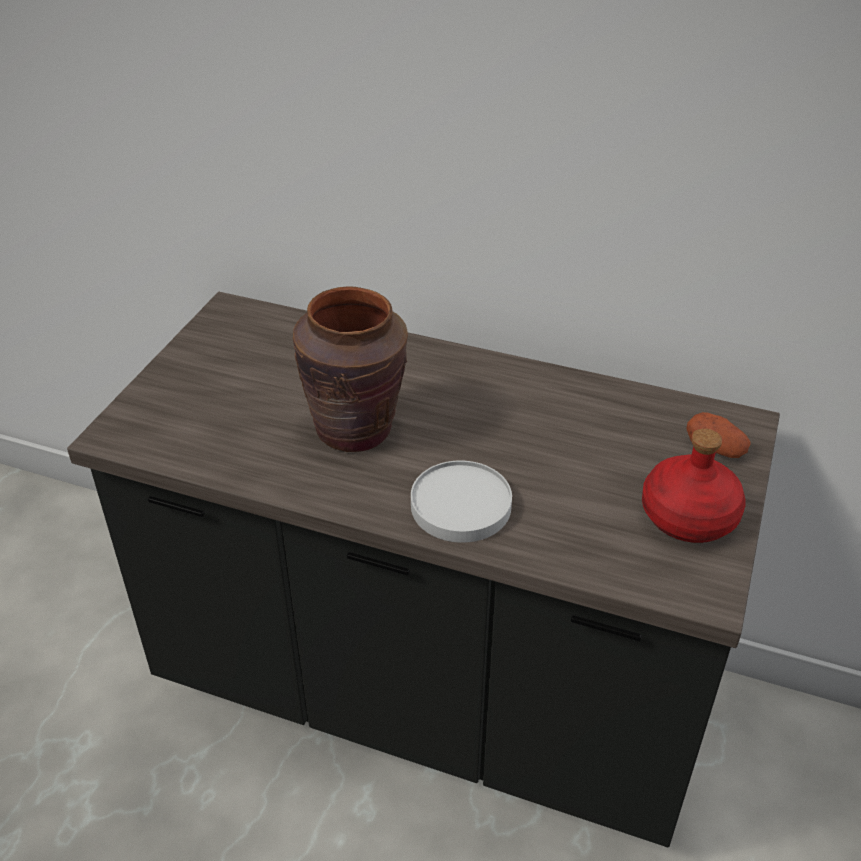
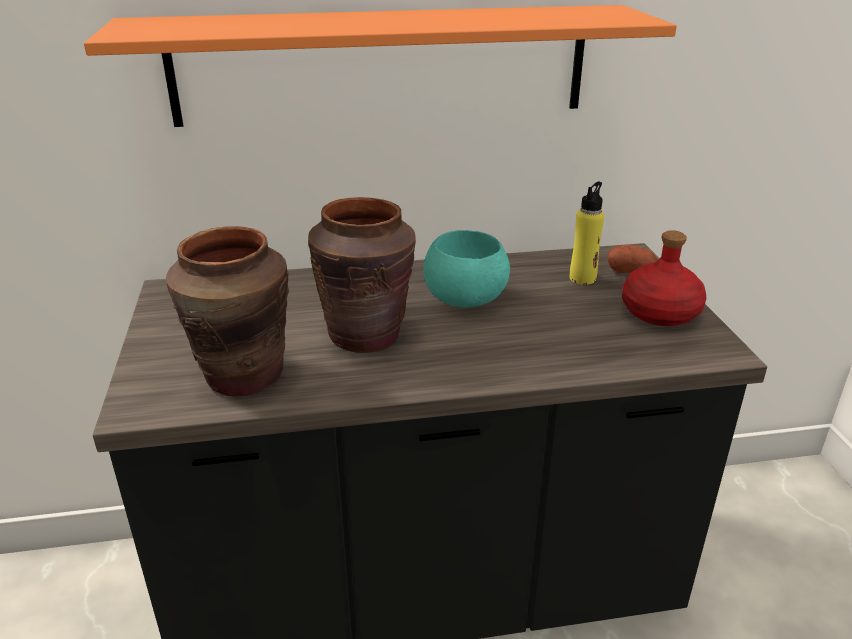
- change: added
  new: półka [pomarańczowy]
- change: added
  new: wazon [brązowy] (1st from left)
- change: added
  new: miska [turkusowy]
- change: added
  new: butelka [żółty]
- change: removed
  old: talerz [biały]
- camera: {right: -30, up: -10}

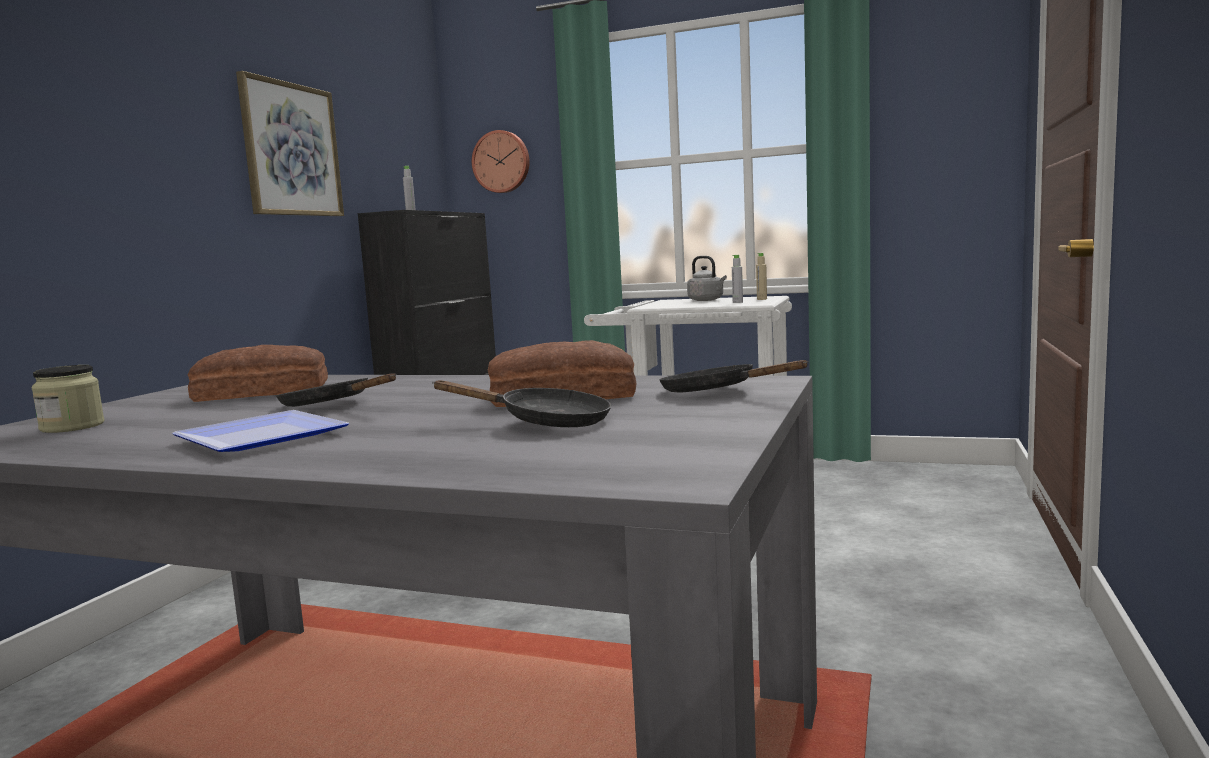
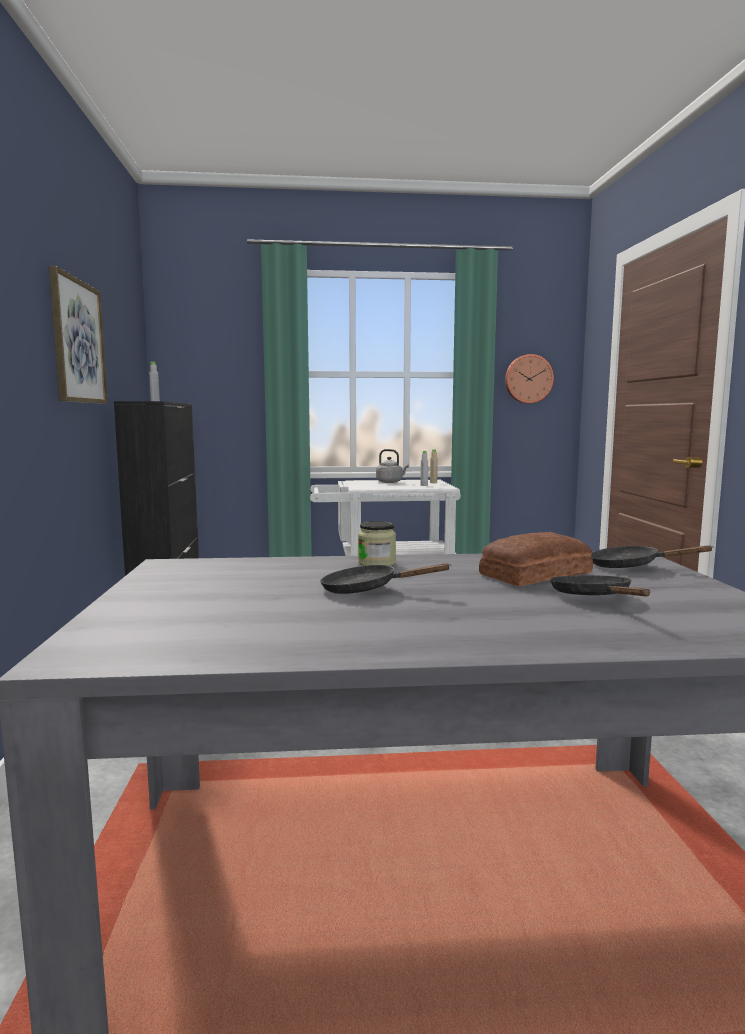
- change: moved
  old: słoik
- change: moved
  old: zegar ścienny
- change: turned
  old: patelnia [czarny] (2nd from left)
  degrees: -90
- change: removed
  old: talerz
- change: removed
  old: chleb (1st from left)
- camera: {right: -25, up: 0}

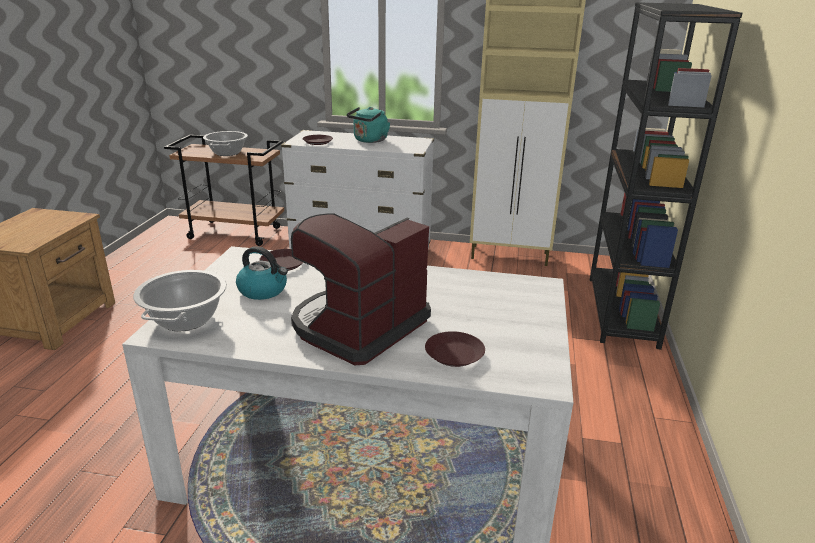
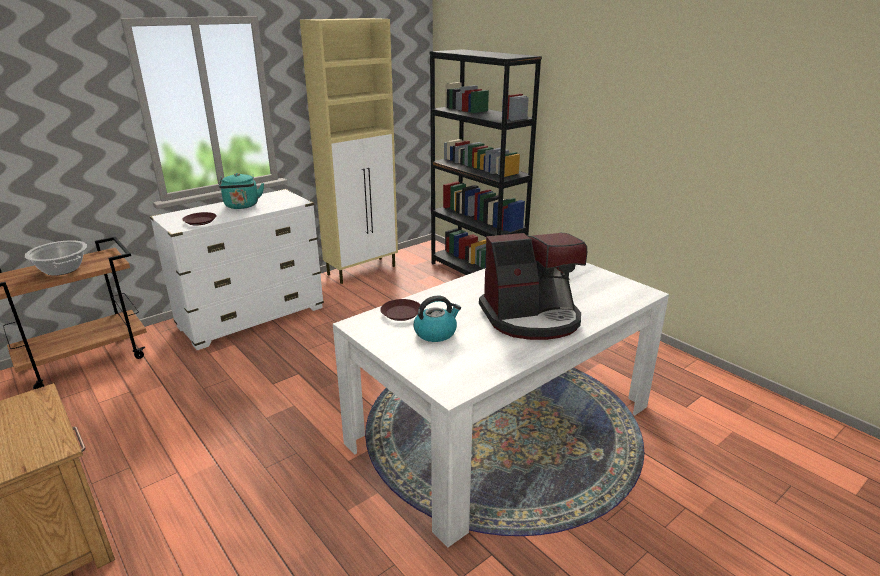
- change: turned
  old: ekspres do kawy
  degrees: -90
- change: removed
  old: garnek (1st from left)
- change: removed
  old: talerz [brązowy] (3rd from left)
- camera: {right: -50, up: 0}

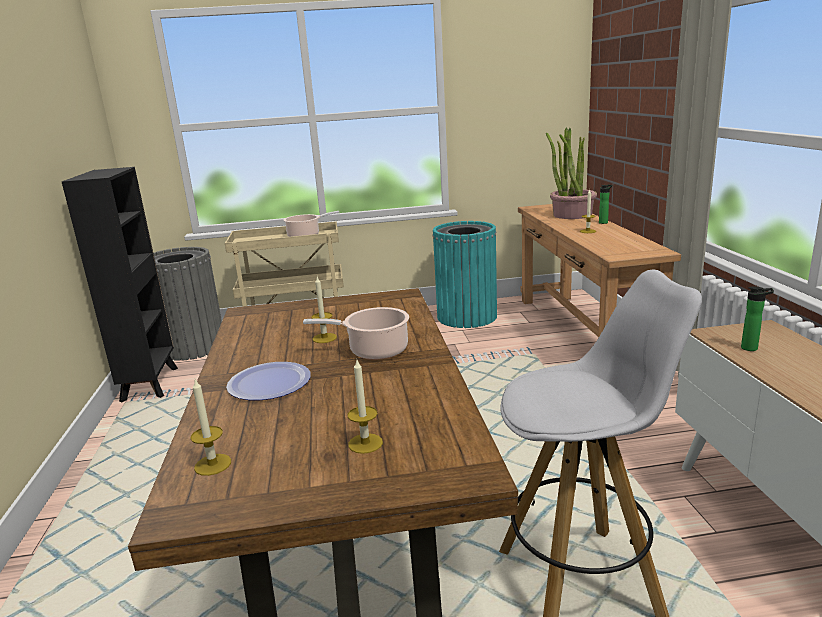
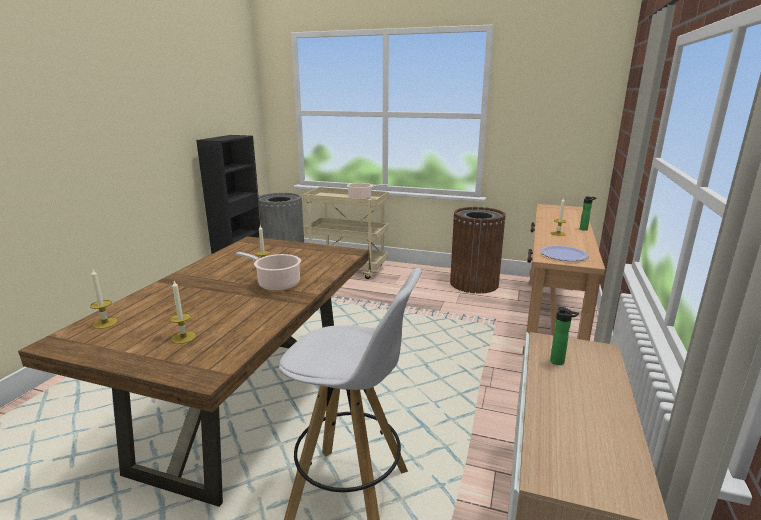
- change: recoloured
  old: kosz na śmieci [turkusowy]
  new: kosz na śmieci [brązowy]
- change: moved
  old: talerz
- change: removed
  old: roślina doniczkowa
- camera: {right: 25, up: 0}

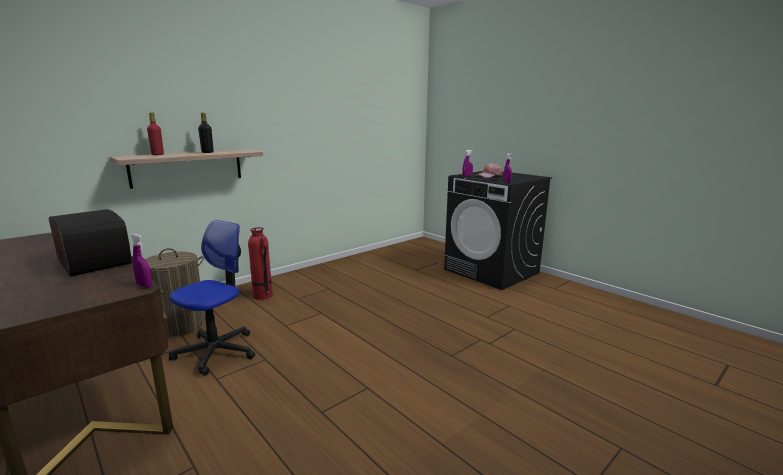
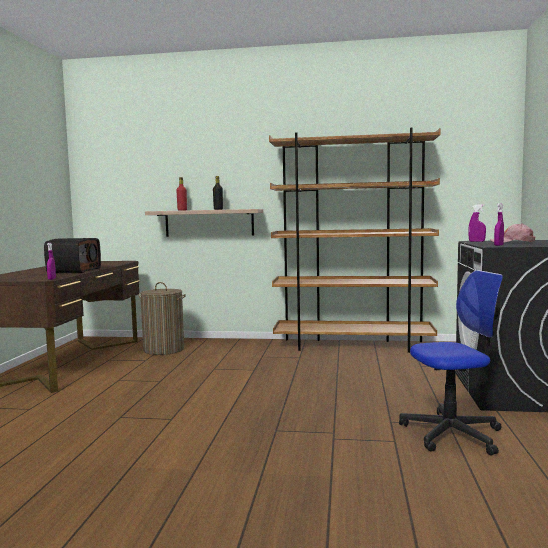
- change: added
  new: regał [brązowy]
- change: moved
  old: krzesło biurowe
- change: removed
  old: gaśnica
- camera: {right: 50, up: -10}

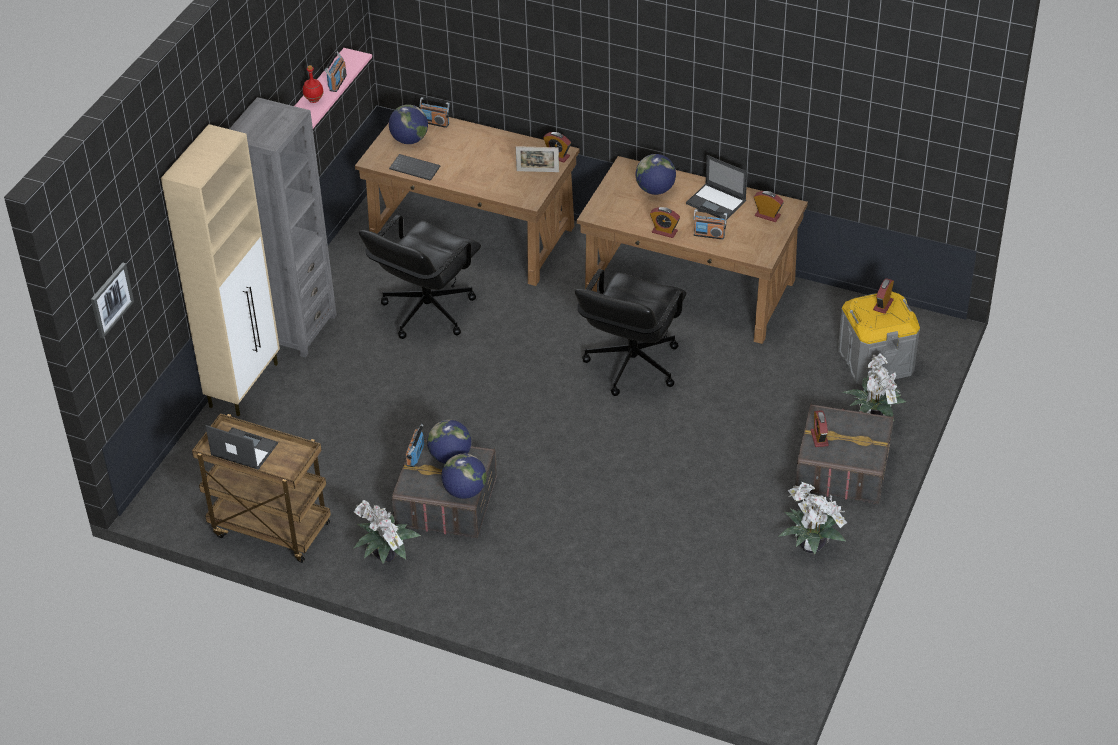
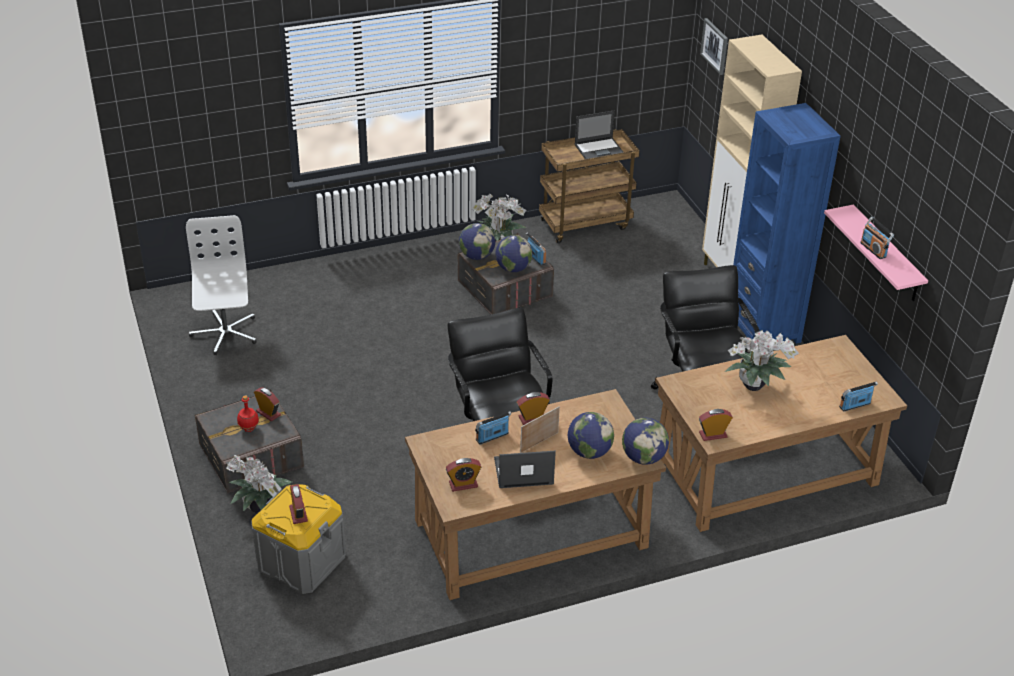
- change: added
  new: krzesło biurowe [biały]
- change: moved
  old: butelka [czerwony]
- change: moved
  old: ramka na zdjęcie
- change: moved
  old: globus (1st from left in the first image)
  new: globus (4th from left)
- change: moved
  old: roślina doniczkowa (2nd from left in the first image)
  new: roślina doniczkowa (3rd from left)
- change: recoloured
  old: regał [szary]
  new: regał [niebieski]
- change: removed
  old: klawiatura
- camera: {right: 135, up: -5}

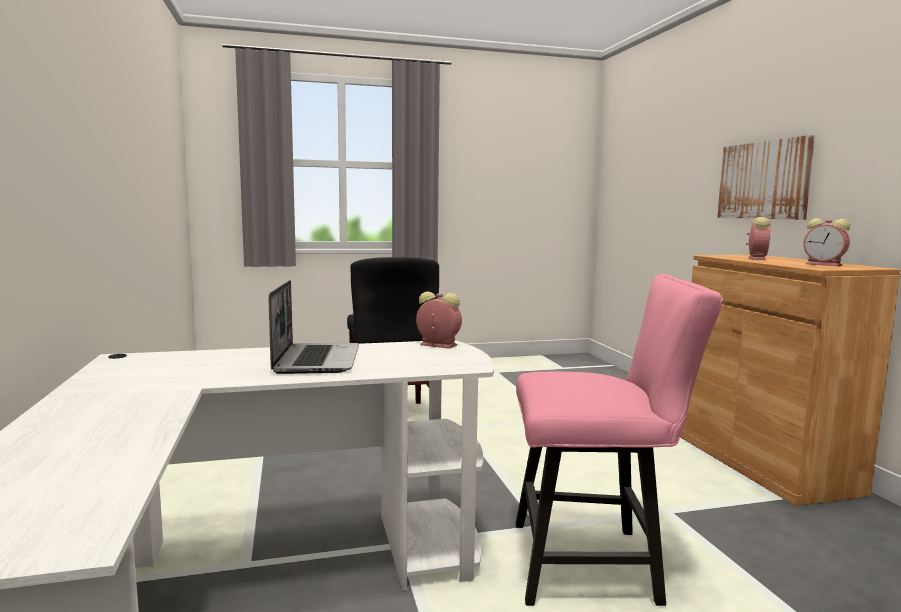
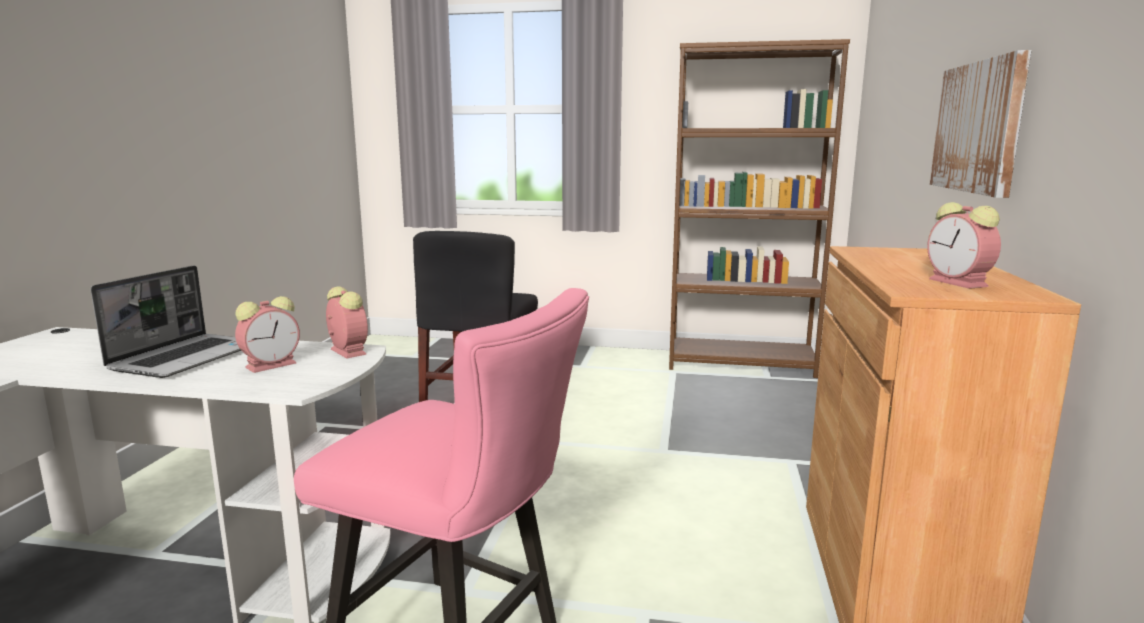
- change: moved
  old: budzik (2nd from left in the first image)
  new: budzik (1st from left)
- change: added
  new: regał [brązowy]
- camera: {right: 25, up: 5}

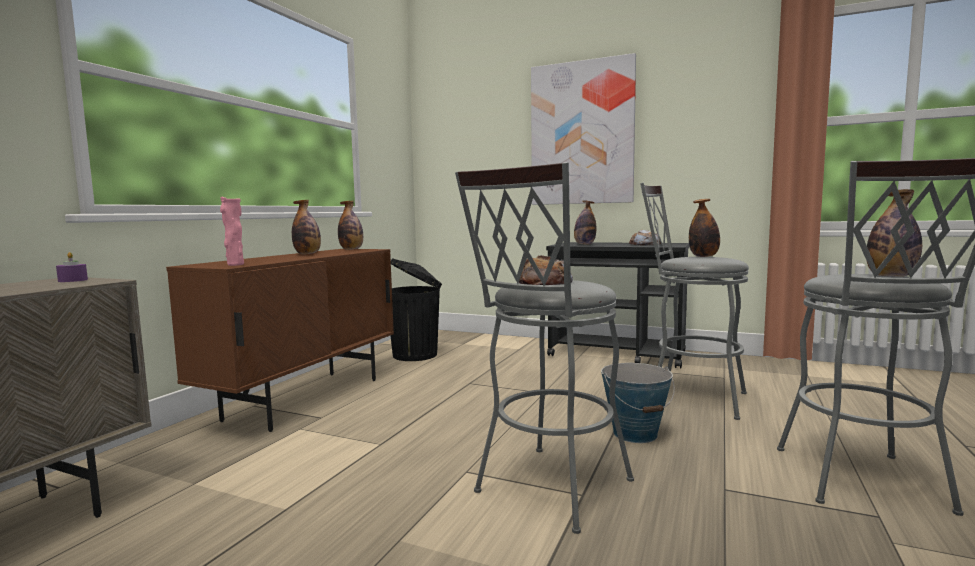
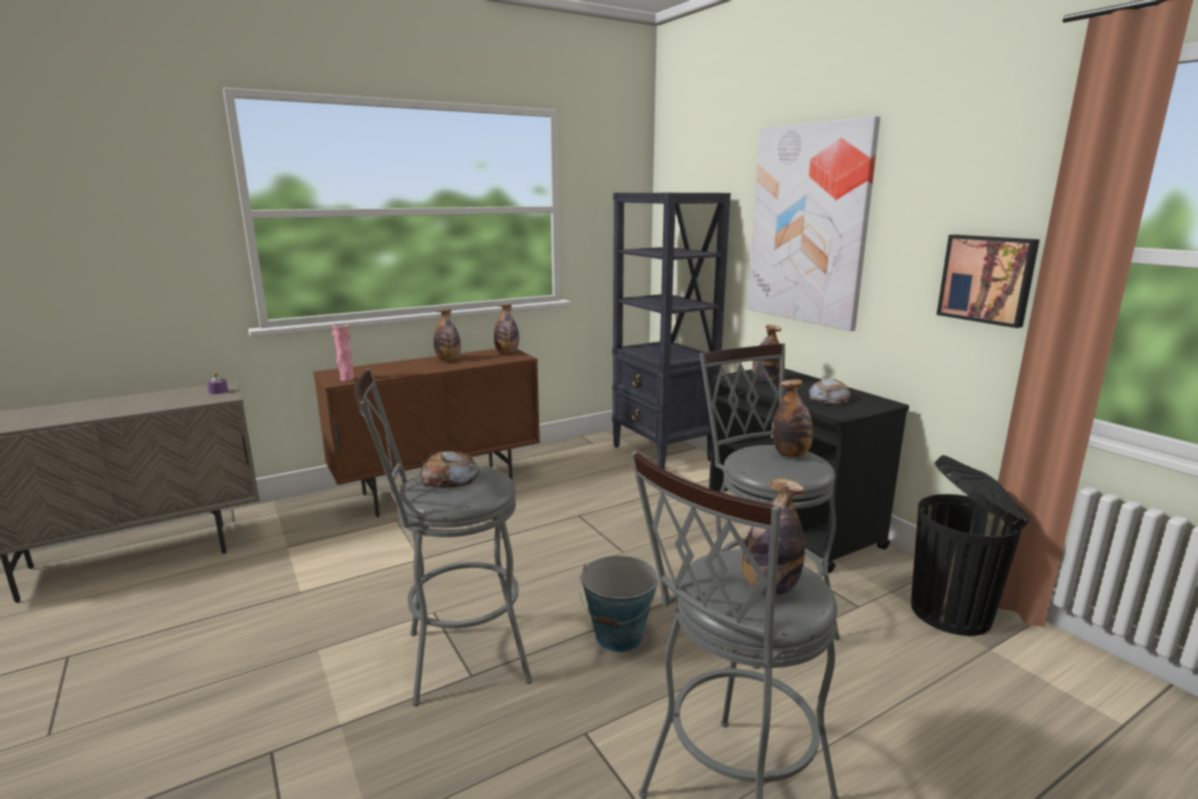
- change: added
  new: regał [czarny]
- change: moved
  old: kosz na śmieci [czarny]
- change: added
  new: obraz (2nd from left)
- camera: {right: 35, up: 10}

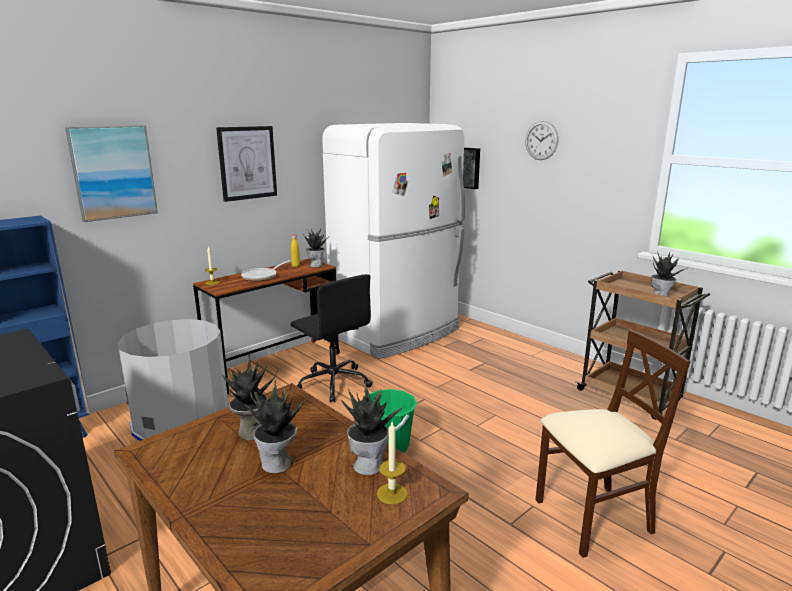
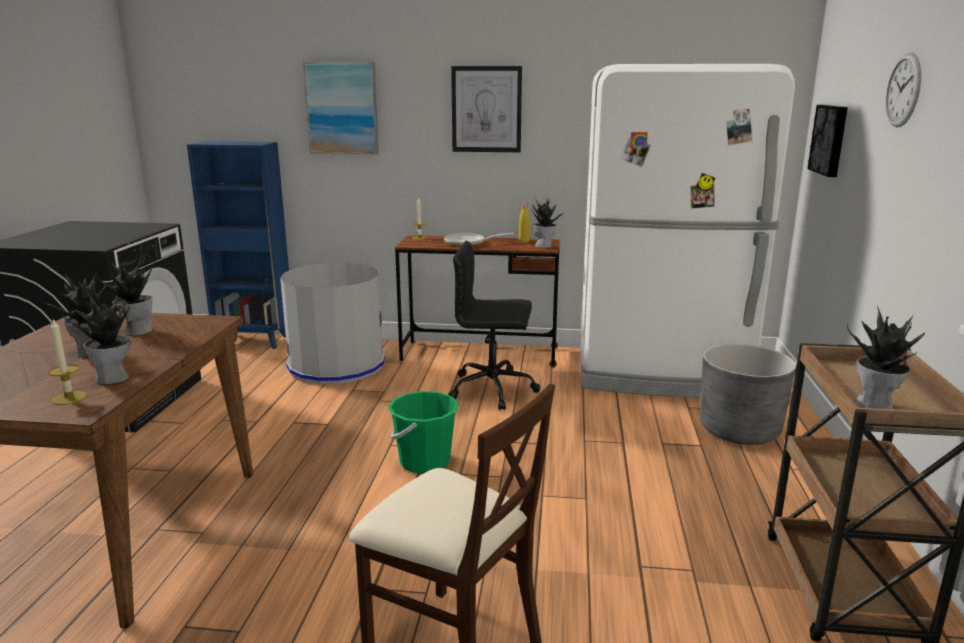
- change: turned
  old: krzesło biurowe [czarny]
  degrees: 90
- change: added
  new: donica [szary]
- camera: {right: 50, up: 0}

